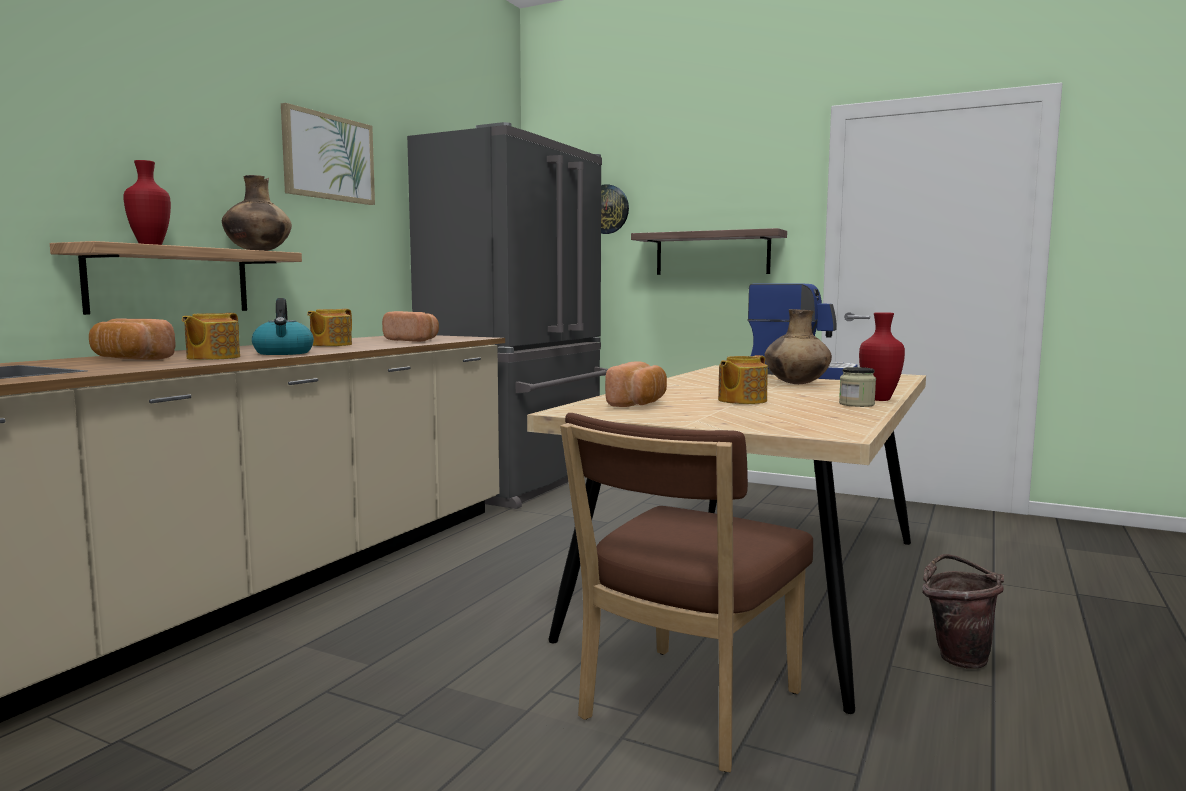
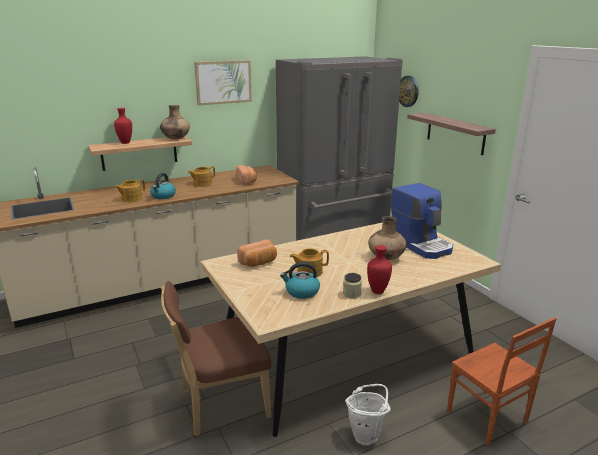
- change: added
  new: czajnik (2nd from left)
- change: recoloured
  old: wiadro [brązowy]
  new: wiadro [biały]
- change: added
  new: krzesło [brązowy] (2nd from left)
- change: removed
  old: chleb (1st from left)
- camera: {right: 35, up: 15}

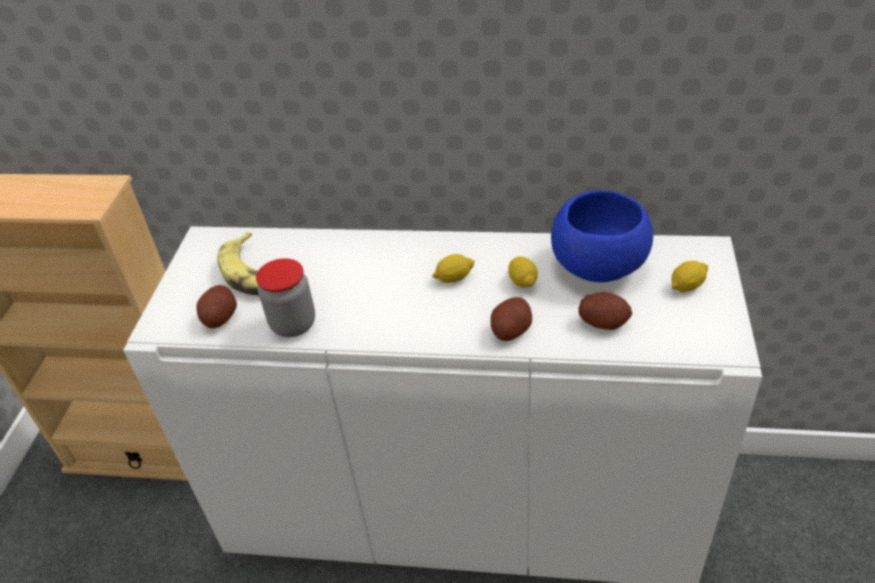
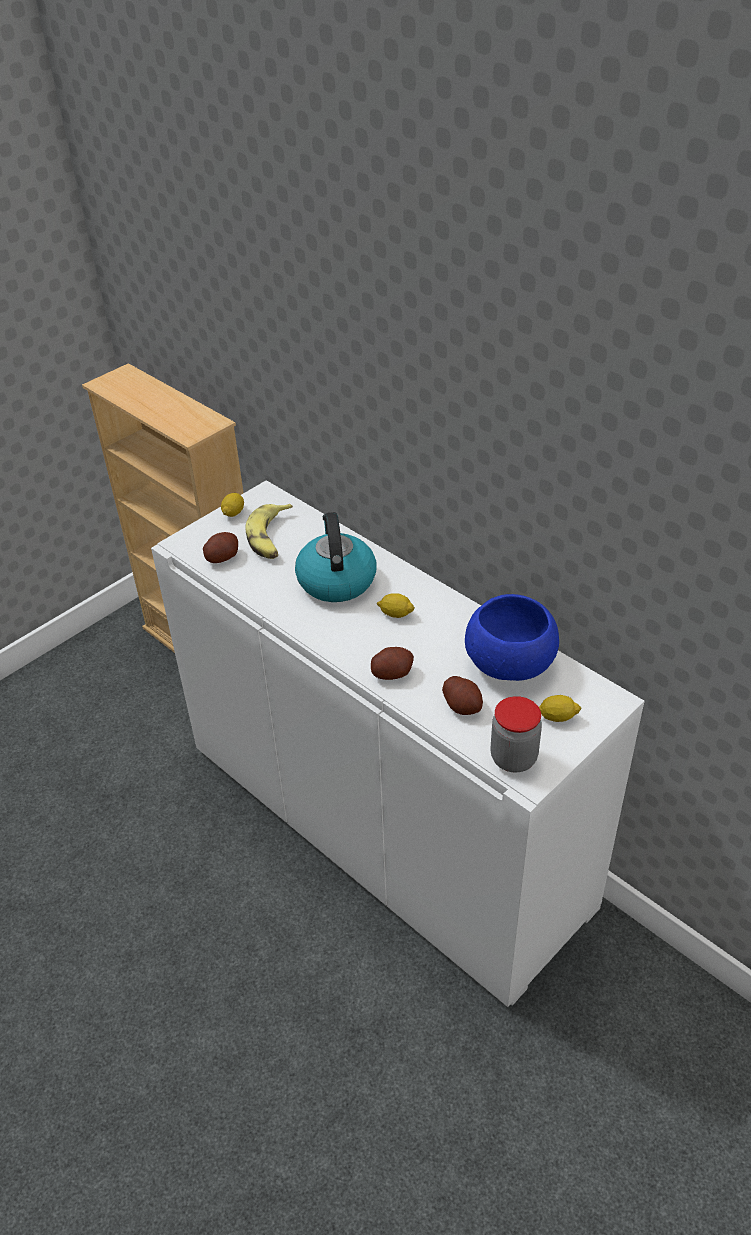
- change: moved
  old: cytryna (2nd from left in the first image)
  new: cytryna (1st from left)
- change: added
  new: czajnik
- change: moved
  old: słoik
- camera: {right: 35, up: 0}

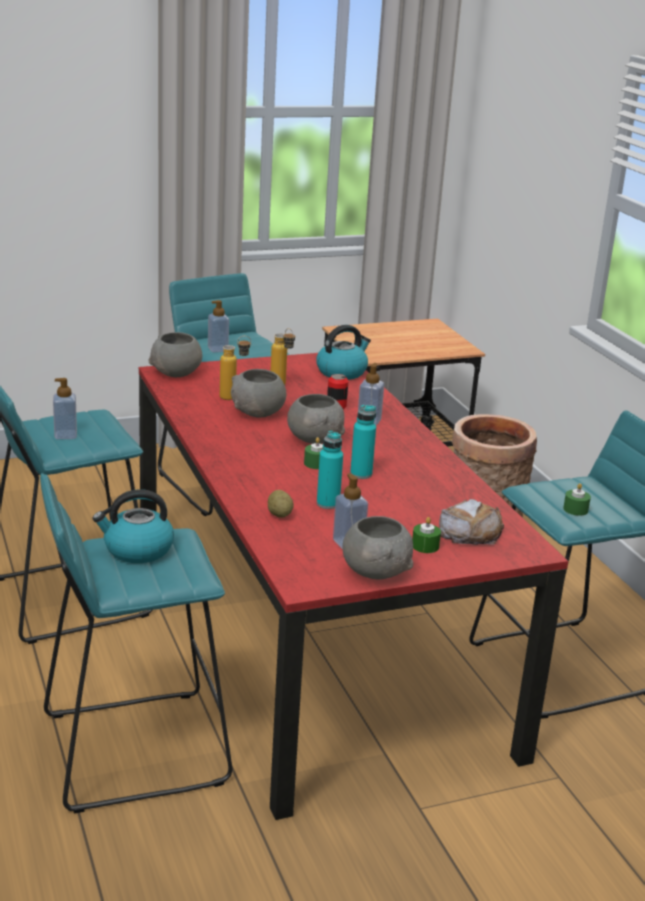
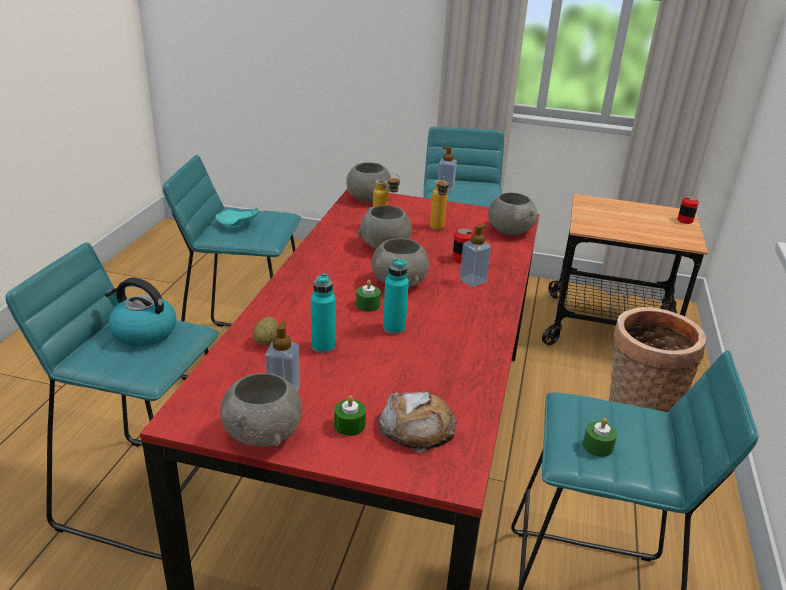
- change: replaced
  old: dozownik mydła (1st from left)
  new: talerz [turkusowy]
- change: replaced
  old: czajnik (2nd from left)
  new: miska [szary] (5th from left)
- change: added
  new: puszka (2nd from left)
- camera: {right: 35, up: 5}

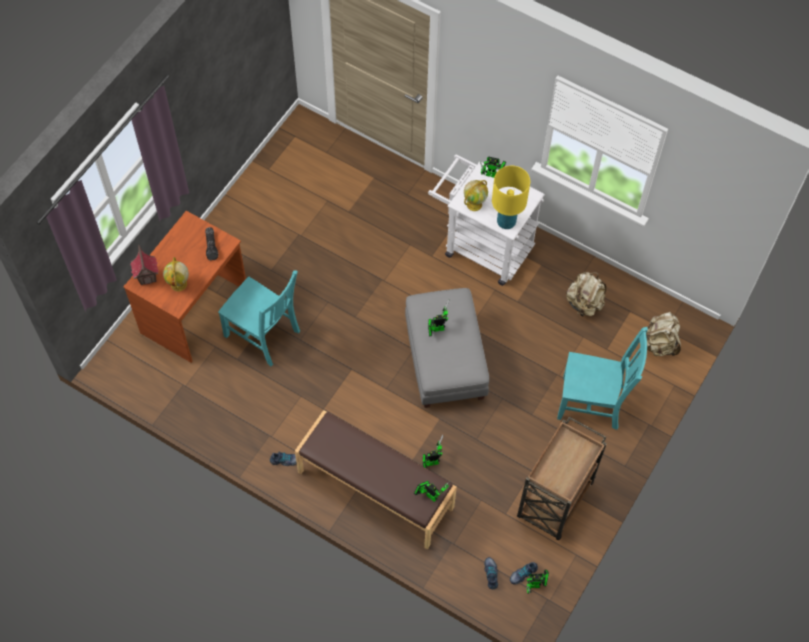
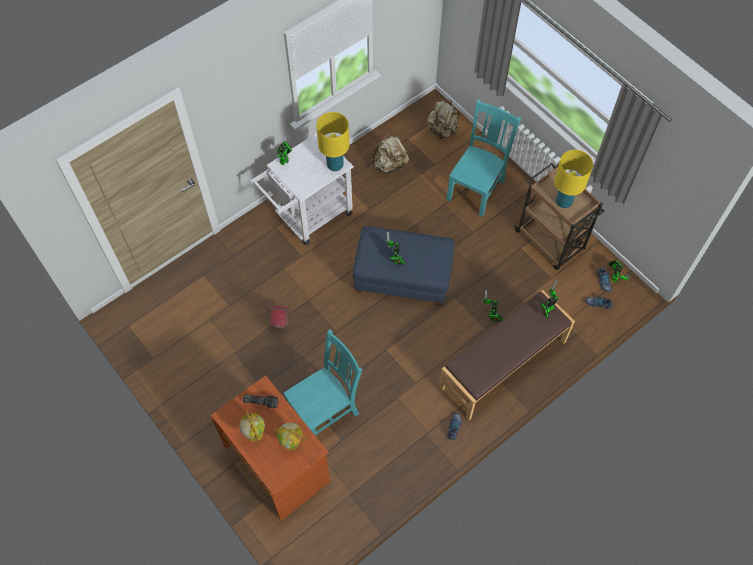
- change: moved
  old: globus (2nd from left in the first image)
  new: globus (1st from left)
- change: moved
  old: domek
- change: recoloured
  old: pufa [szary]
  new: pufa [niebieski]
- change: added
  new: lampa stołowa [żółty] (2nd from left)
- camera: {right: -70, up: 0}

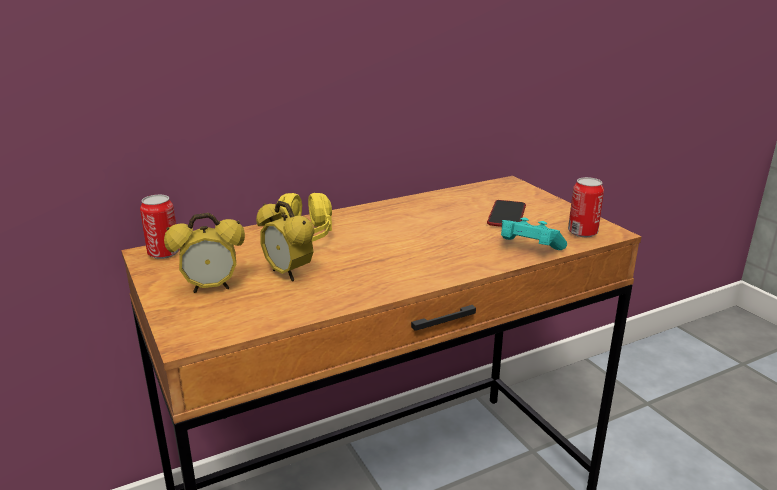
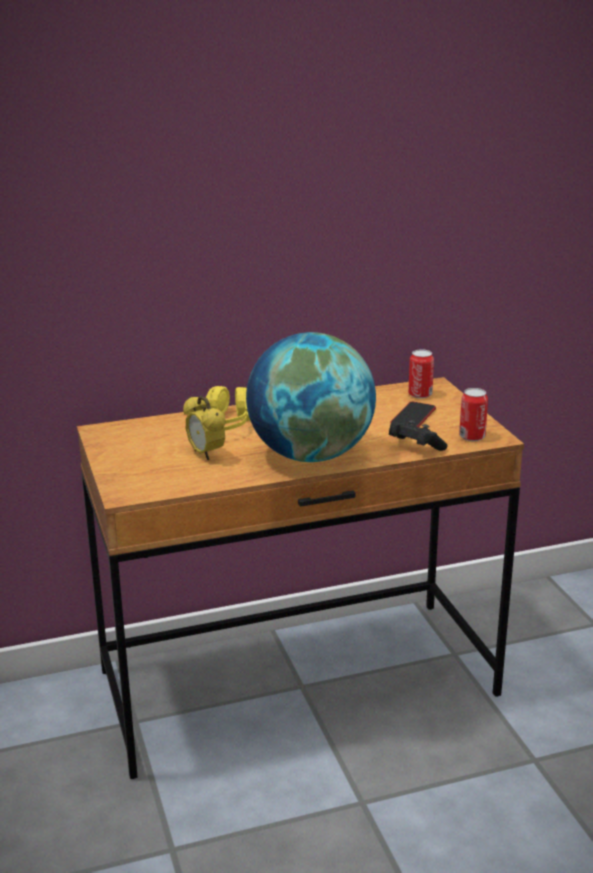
- change: added
  new: globus
- change: recoloured
  old: pad do gier [turkusowy]
  new: pad do gier [czarny]
- change: moved
  old: puszka (1st from left)
- change: removed
  old: budzik (1st from left)
- camera: {right: 10, up: 0}

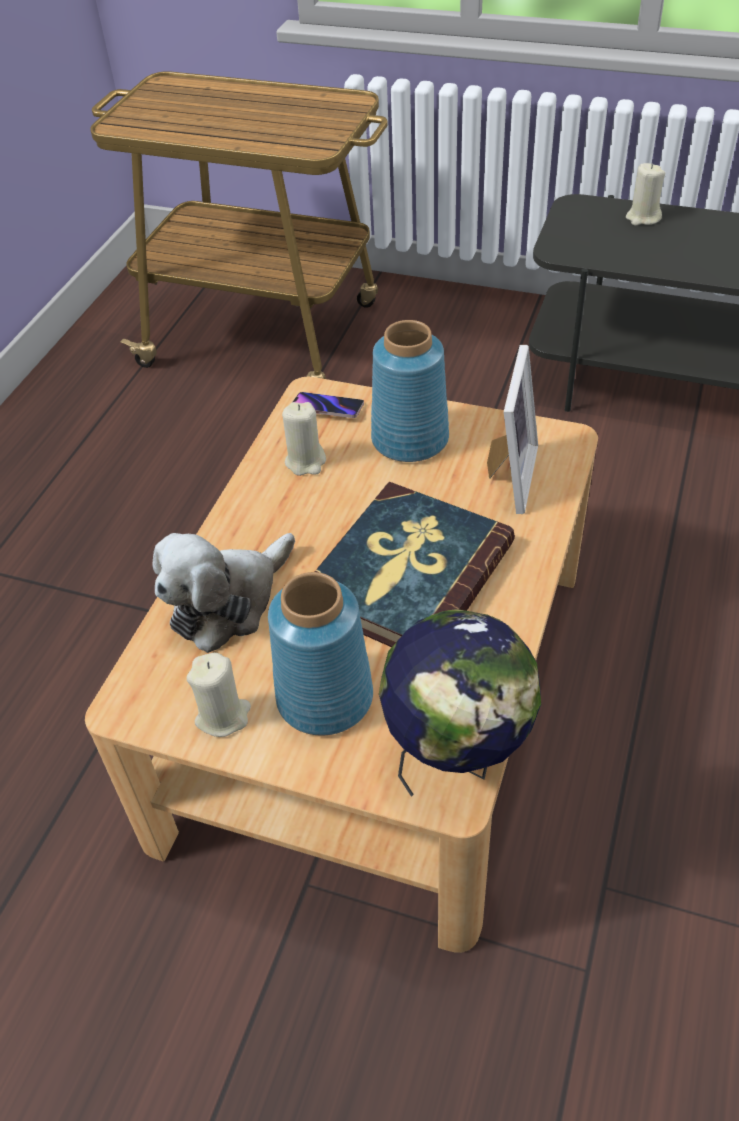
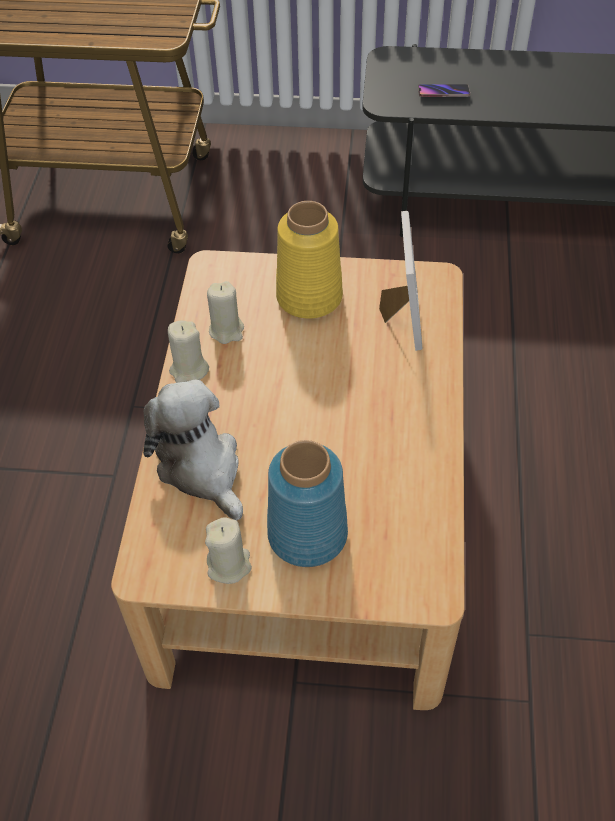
- change: turned
  old: pluszak
  degrees: 120
- change: moved
  old: świeca [beżowy] (3rd from left in the first image)
  new: świeca [beżowy] (1st from left)
- change: recoloured
  old: wazon [niebieski] (2nd from left)
  new: wazon [żółty]
- change: moved
  old: telefon
- change: removed
  old: książka
- change: removed
  old: globus
- camera: {right: -15, up: 5}

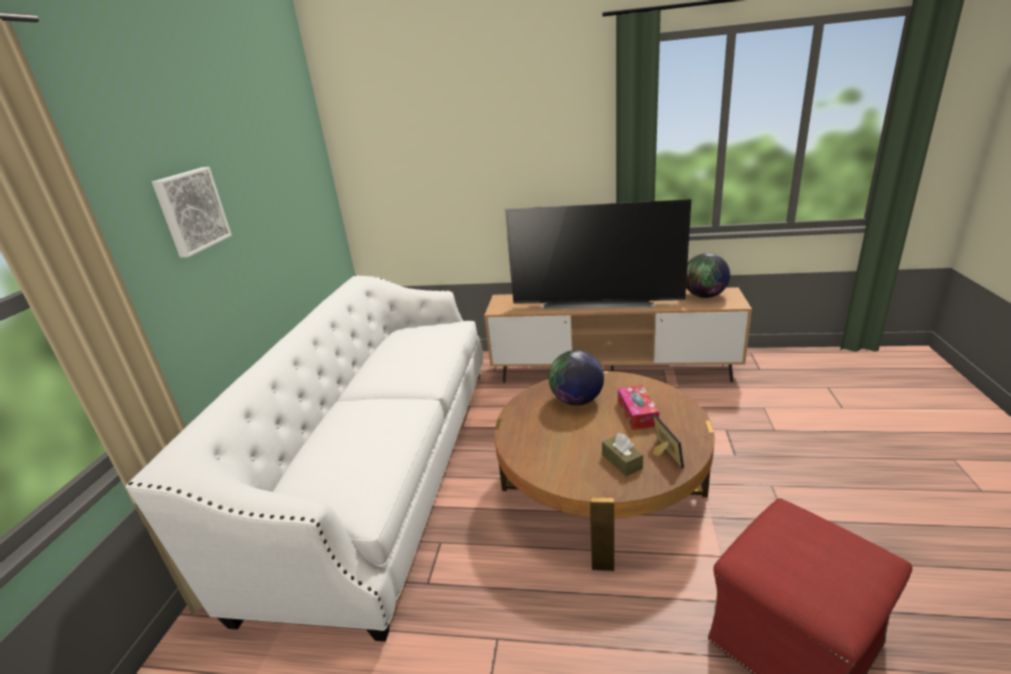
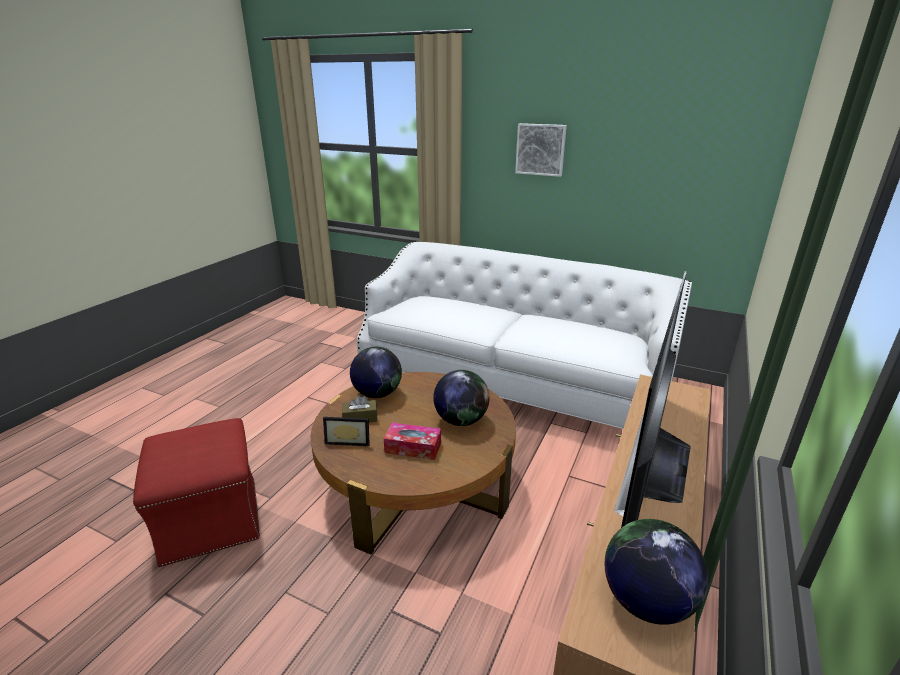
- change: added
  new: globus (1st from left)
- camera: {right: 105, up: 0}

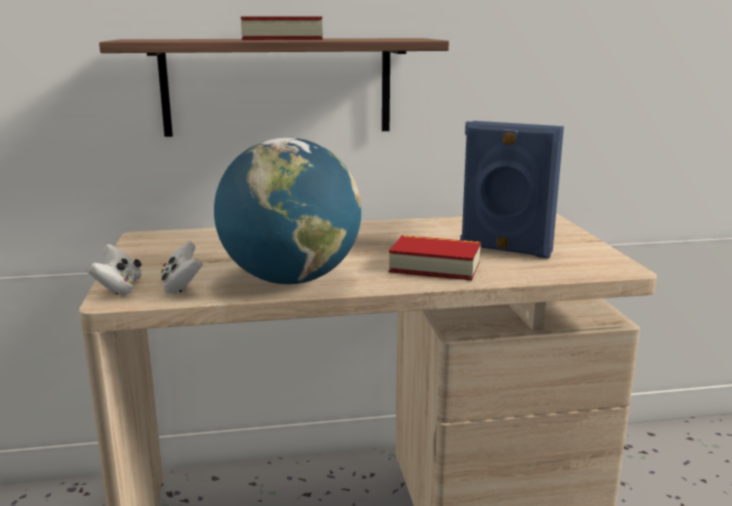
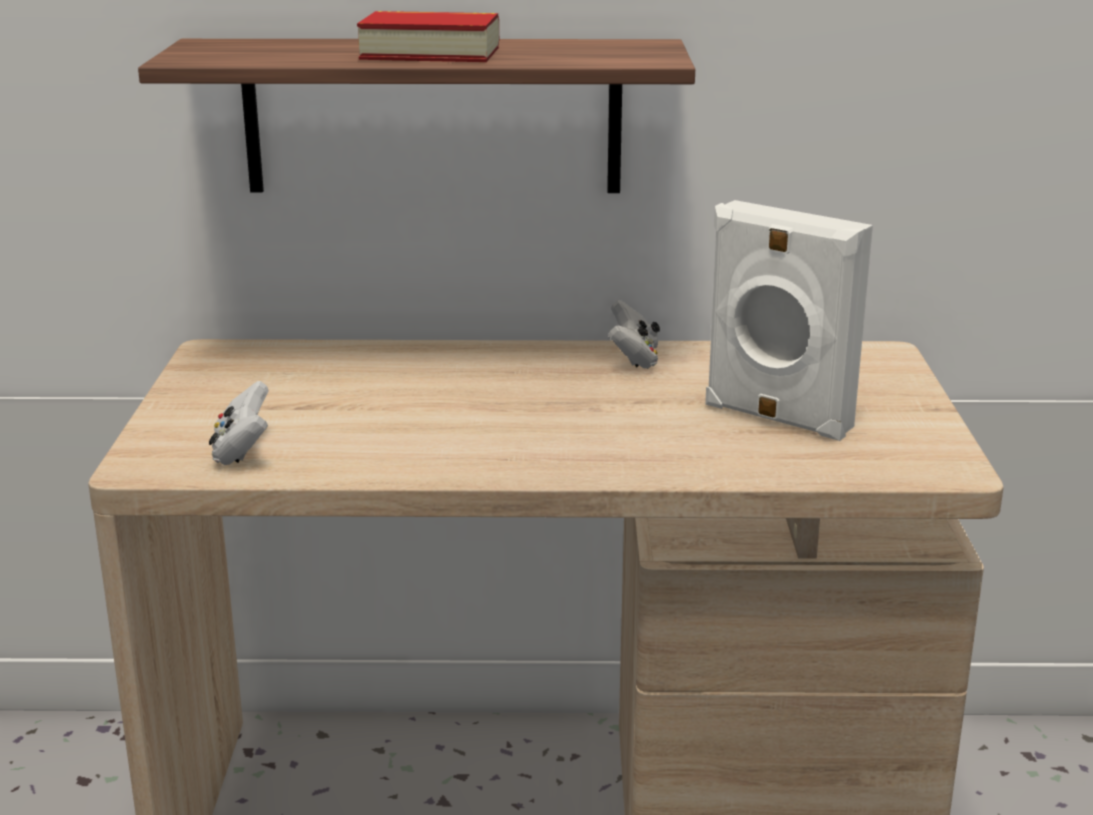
- change: moved
  old: pad do gier [biały] (1st from left in the first image)
  new: pad do gier [biały] (2nd from left)
- change: recoloured
  old: głośnik [niebieski]
  new: głośnik [biały]
- change: removed
  old: globus
- change: removed
  old: książka (2nd from left)
- camera: {right: 10, up: 5}

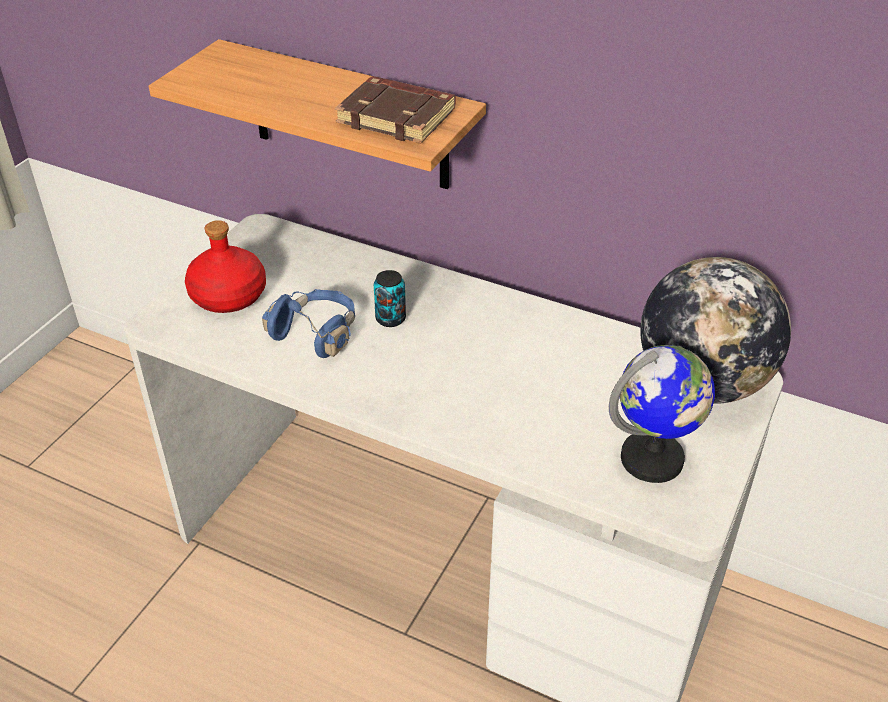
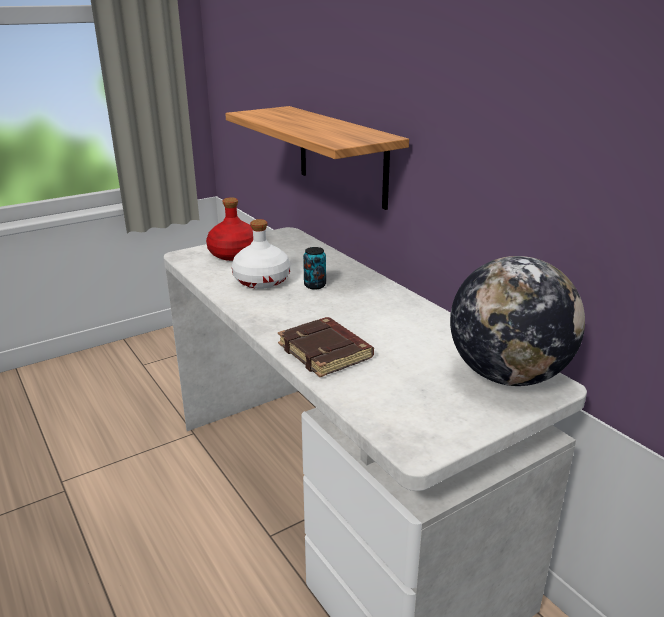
- change: replaced
  old: słuchawki [niebieski]
  new: butelka [biały]
- change: moved
  old: książka [brązowy]
- change: removed
  old: globus (1st from left)
- camera: {right: 30, up: -15}

